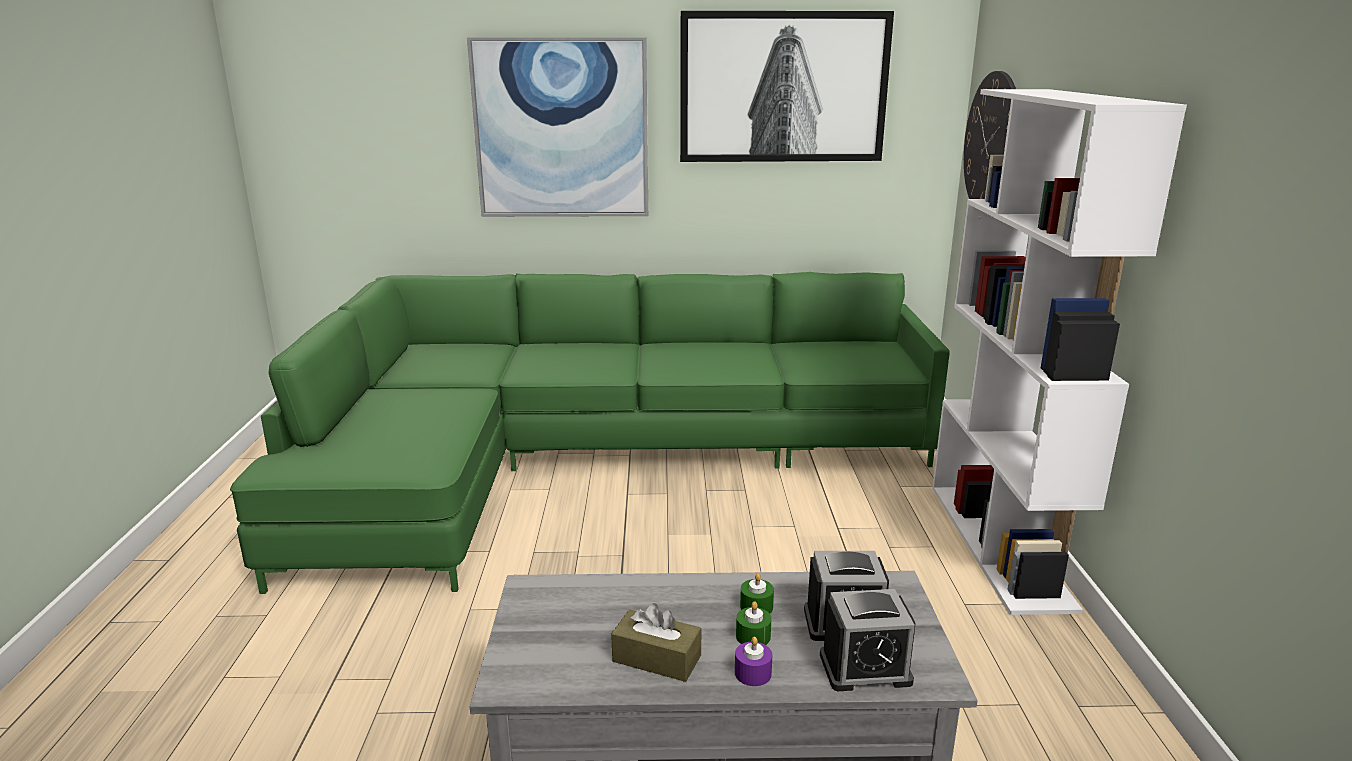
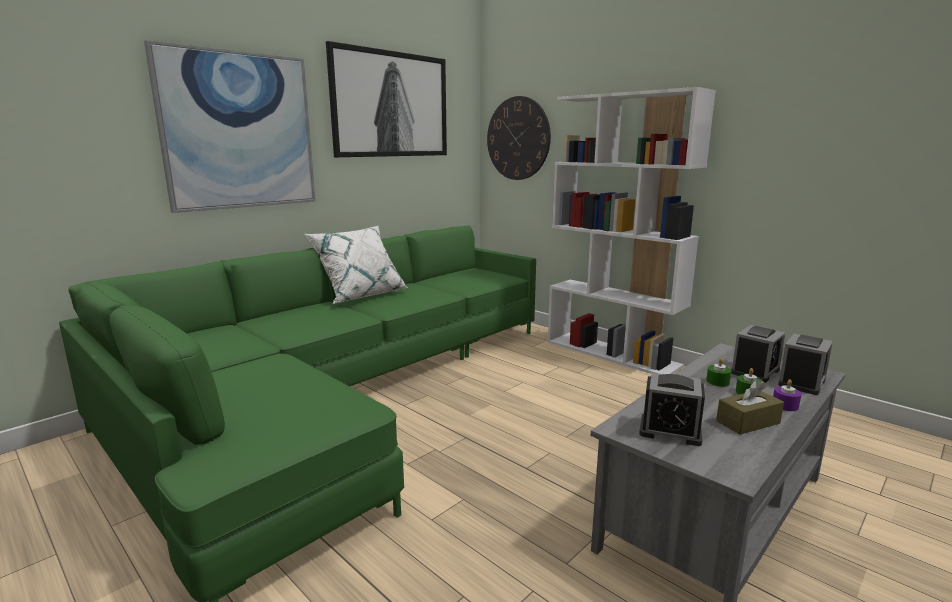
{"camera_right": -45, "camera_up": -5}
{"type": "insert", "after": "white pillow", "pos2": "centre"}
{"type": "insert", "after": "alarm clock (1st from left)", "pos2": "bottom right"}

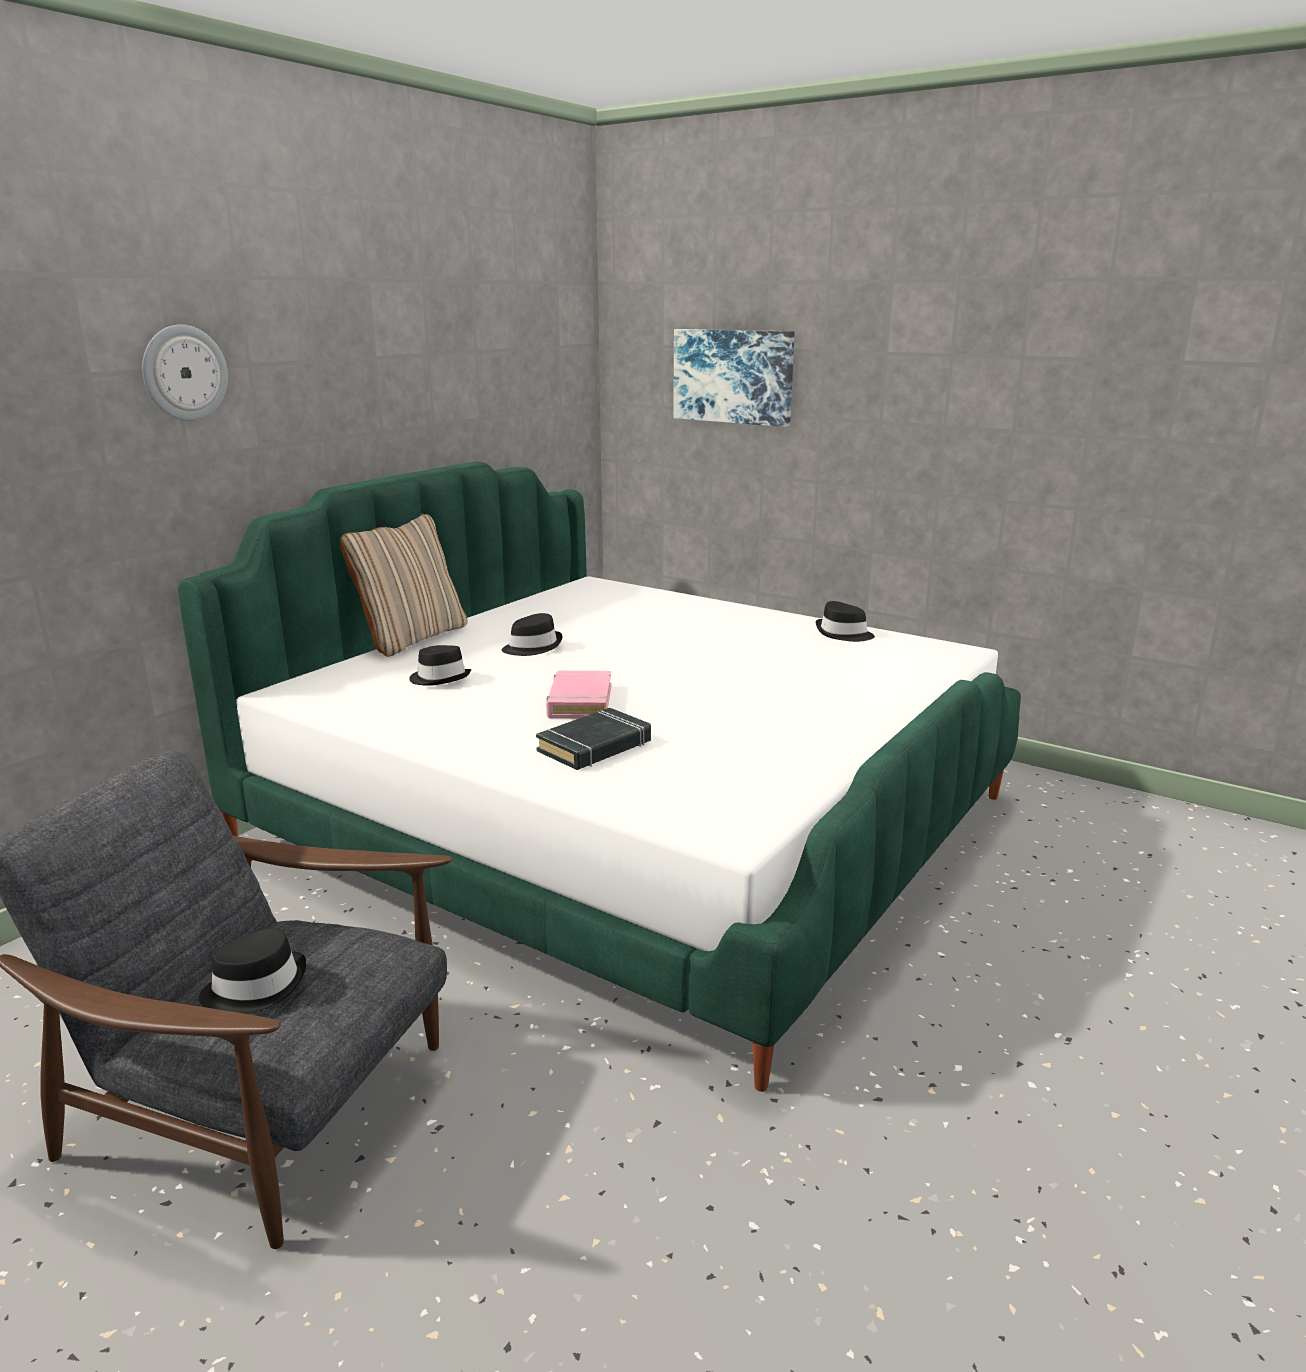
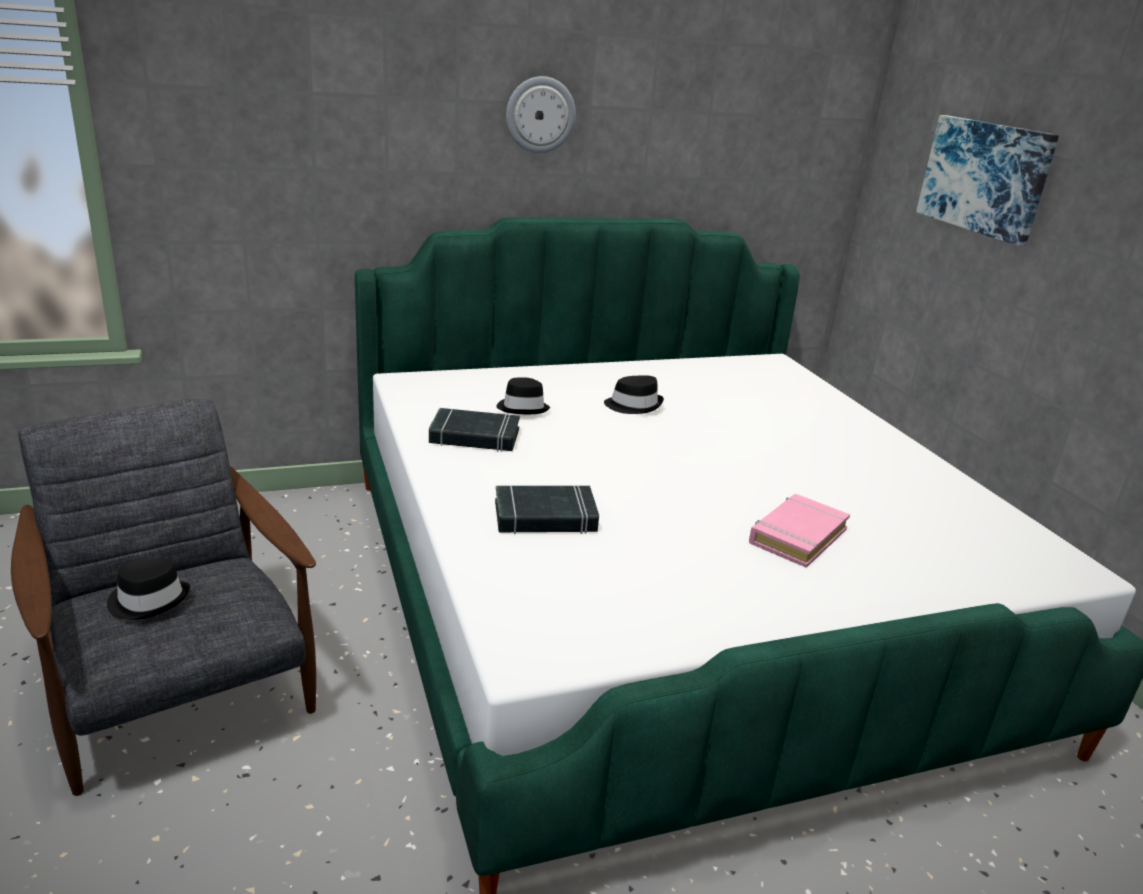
{"camera_right": 35, "camera_up": 5}
{"type": "insert", "after": "black book (1st from left)", "pos2": "centre"}
{"type": "move", "before": "wall clock", "pos1": "top left", "pos2": "top centre"}
{"type": "move", "before": "pink book", "pos1": "centre", "pos2": "middle right"}
{"type": "delete", "before": "beige pillow", "pos1": "middle left"}
{"type": "delete", "before": "black hat (4th from left)", "pos1": "centre"}

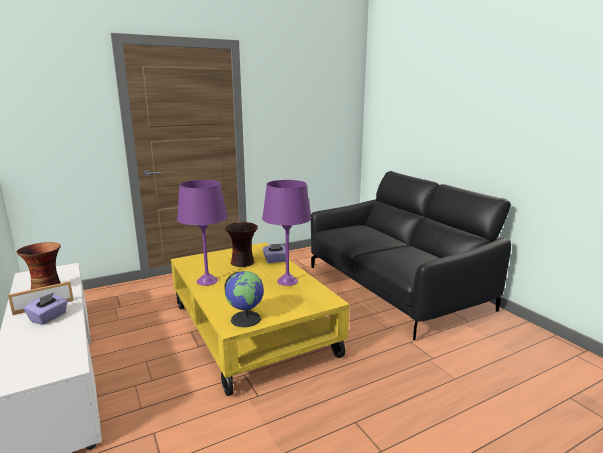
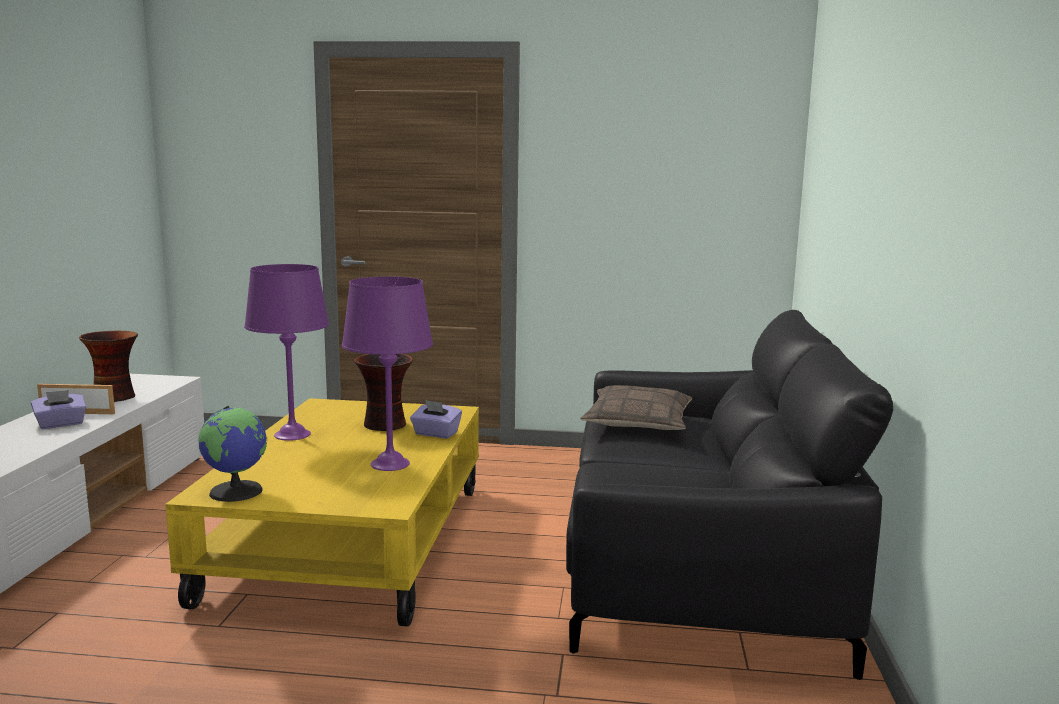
{"camera_right": 35, "camera_up": -5}
{"type": "insert", "after": "pillow", "pos2": "centre"}

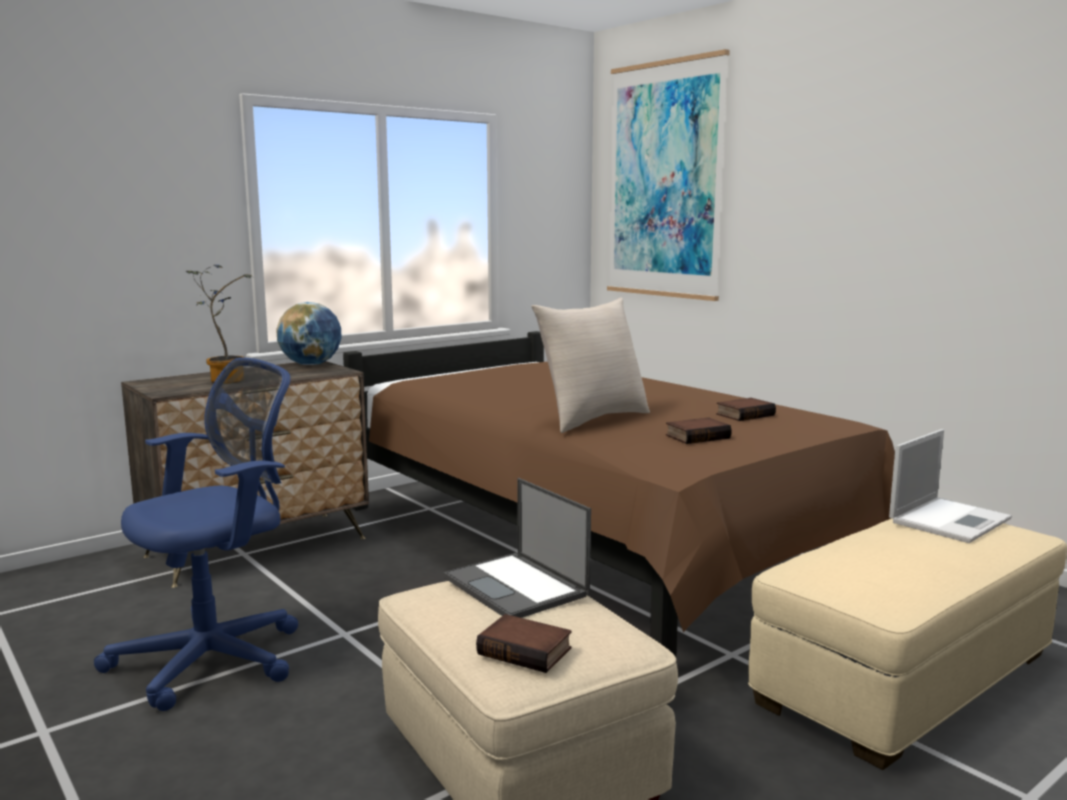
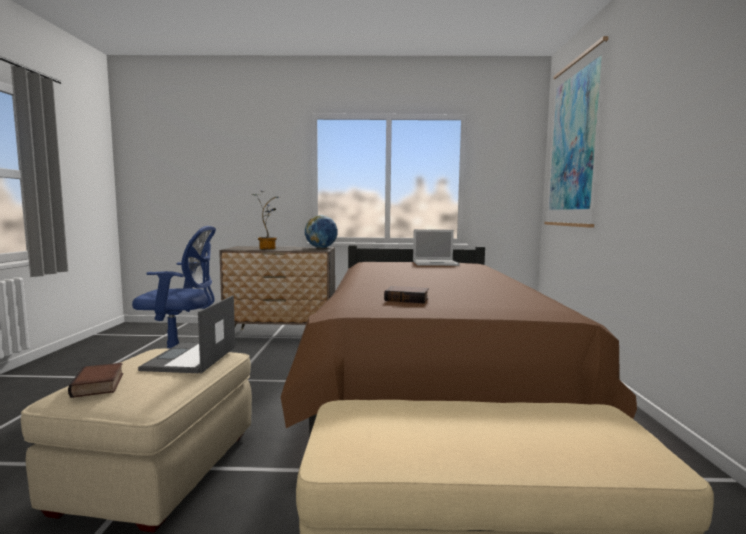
{"camera_right": 40, "camera_up": -5}
{"type": "move", "before": "laptop (2nd from left)", "pos1": "middle right", "pos2": "centre"}
{"type": "delete", "before": "beige pillow", "pos1": "centre"}
{"type": "delete", "before": "book (3rd from left)", "pos1": "middle right"}

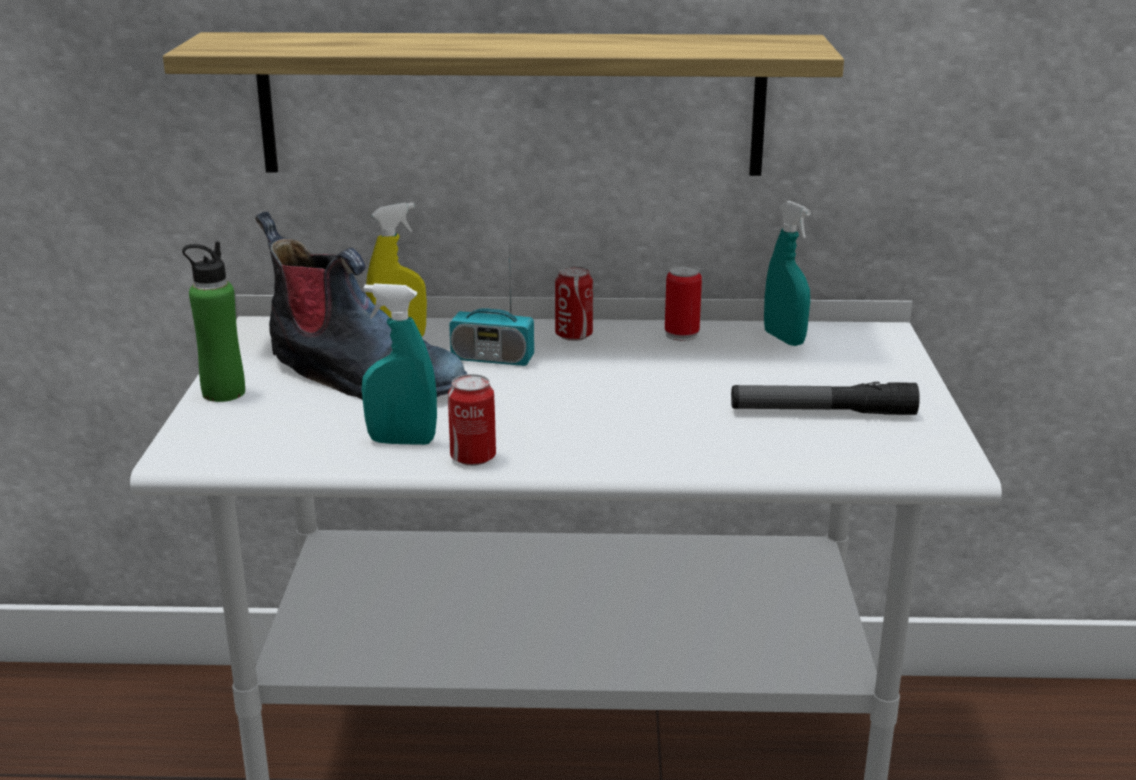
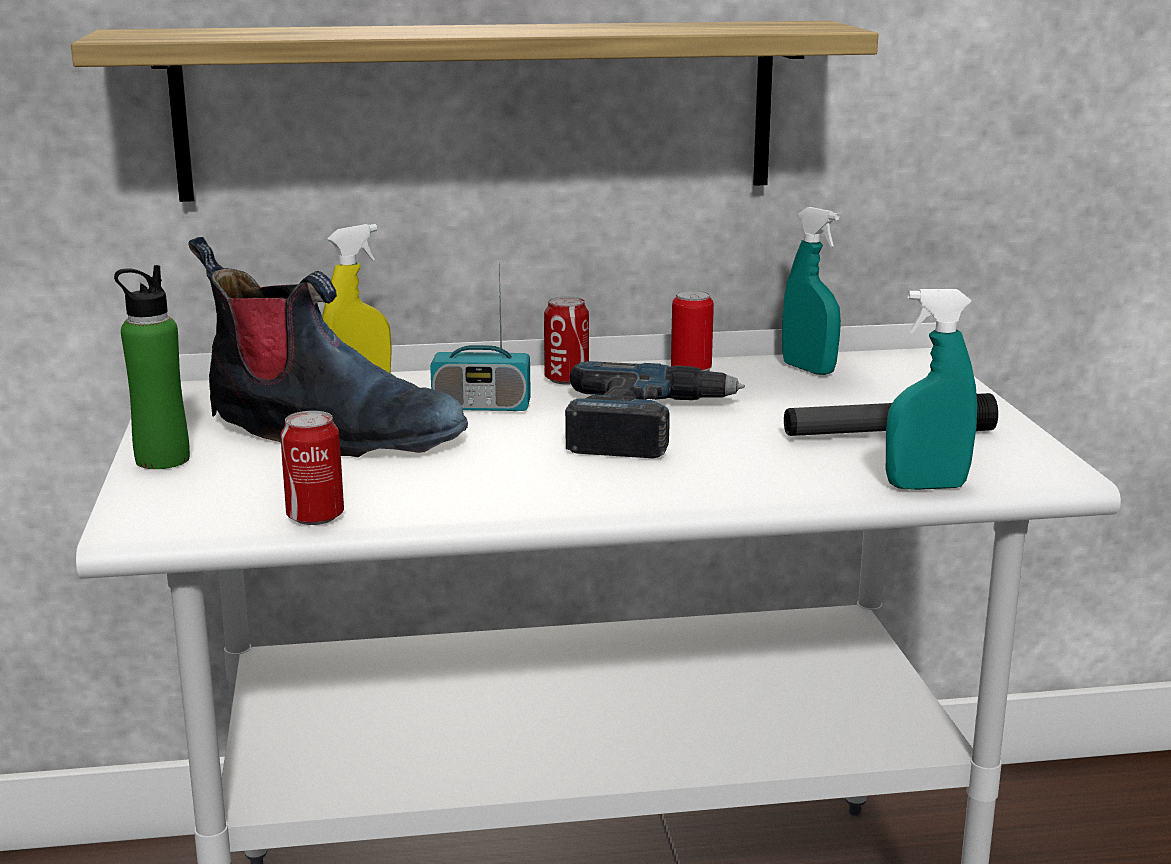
{"camera_right": -10, "camera_up": -5}
{"type": "move", "before": "can (1st from left)", "pos1": "centre", "pos2": "middle left"}
{"type": "insert", "after": "power drill", "pos2": "centre"}
{"type": "move", "before": "turquoise spray bottle (1st from left in the first image)", "after": "turquoise spray bottle (2nd from left)", "pos1": "centre", "pos2": "middle right"}

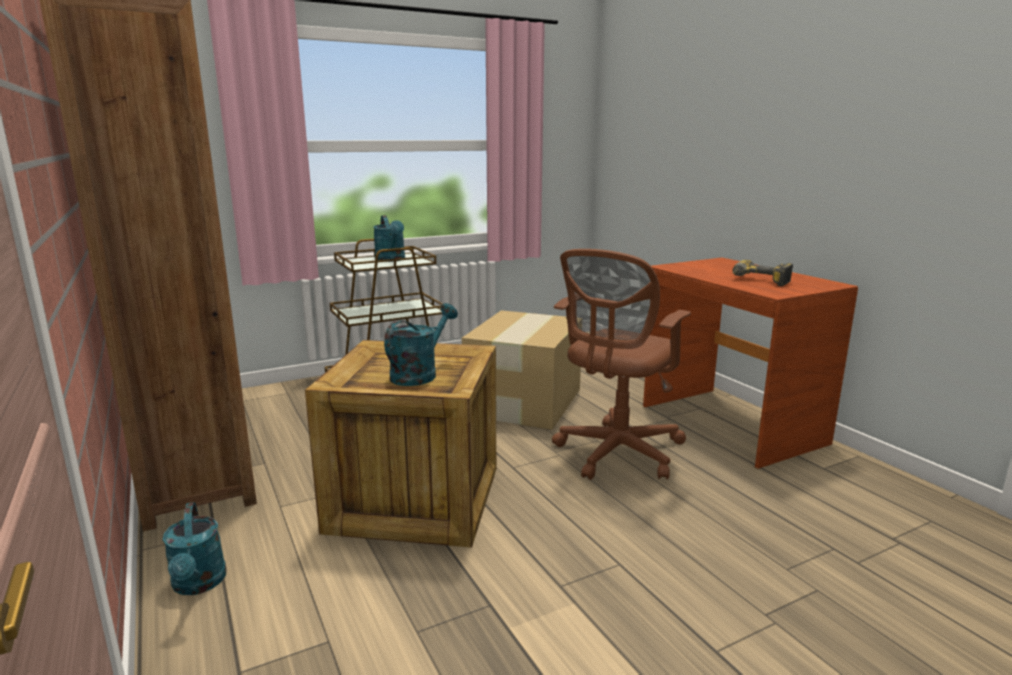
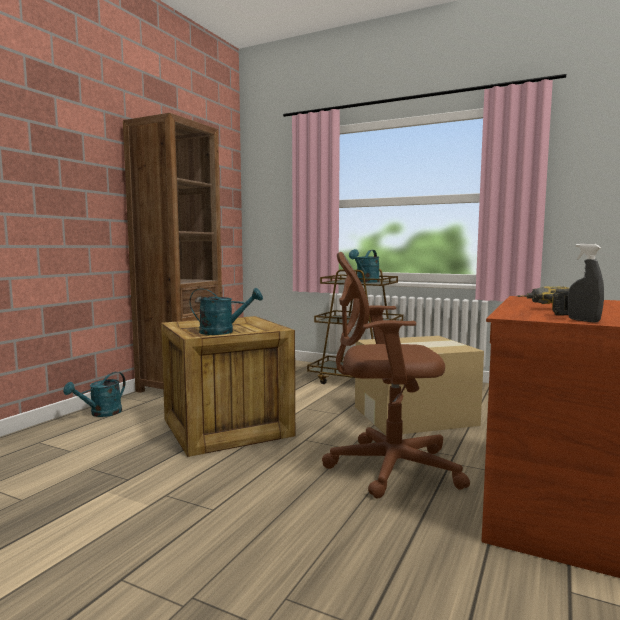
{"camera_right": 55, "camera_up": -10}
{"type": "insert", "after": "grey spray bottle", "pos2": "middle right"}

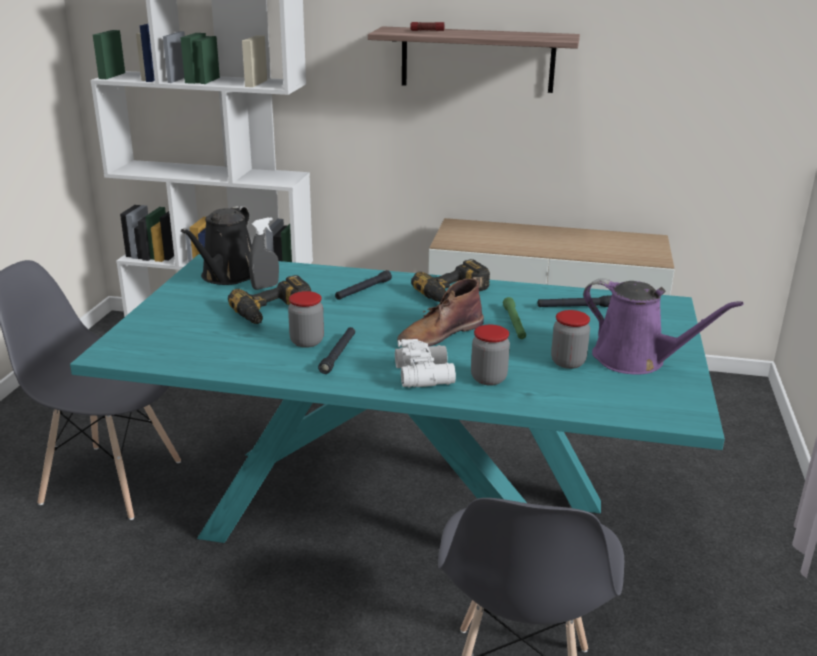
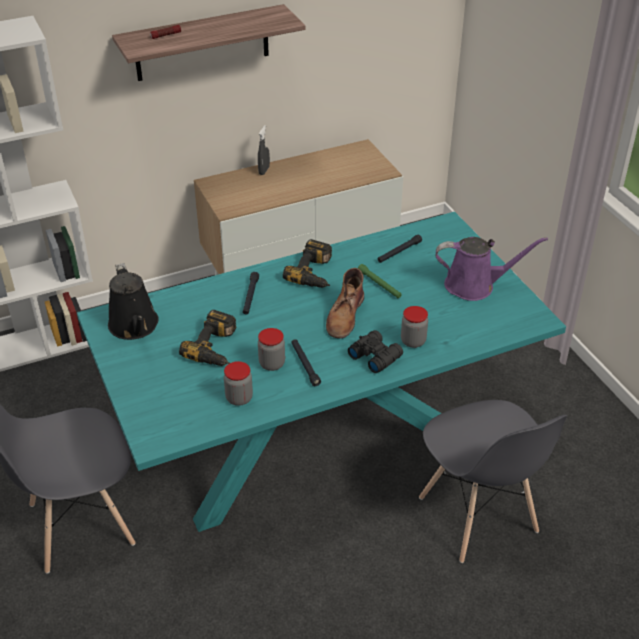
{"camera_right": -35, "camera_up": 15}
{"type": "move", "before": "jar (3rd from left in the first image)", "after": "jar (1st from left)", "pos1": "middle right", "pos2": "centre"}
{"type": "move", "before": "grey spray bottle", "pos1": "middle left", "pos2": "top centre"}
{"type": "recolor", "before": "white binoculars", "after": "black binoculars", "pos1": "centre", "pos2": "centre"}

